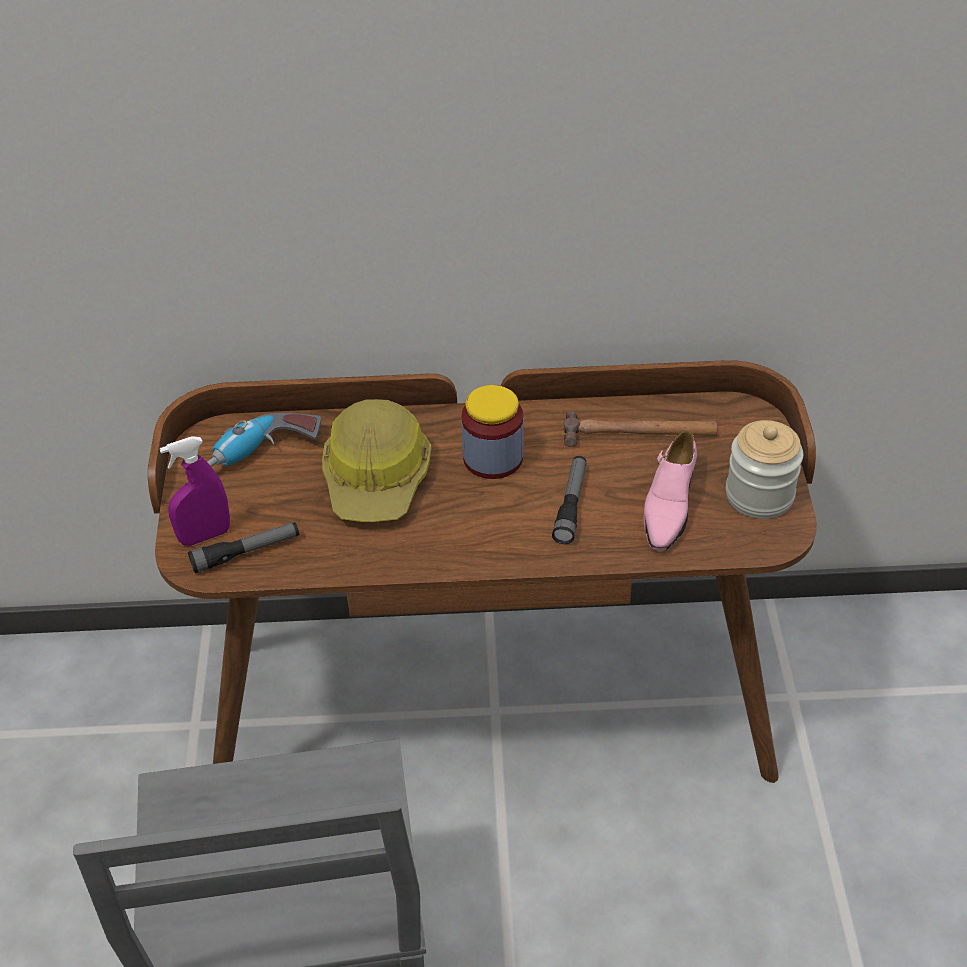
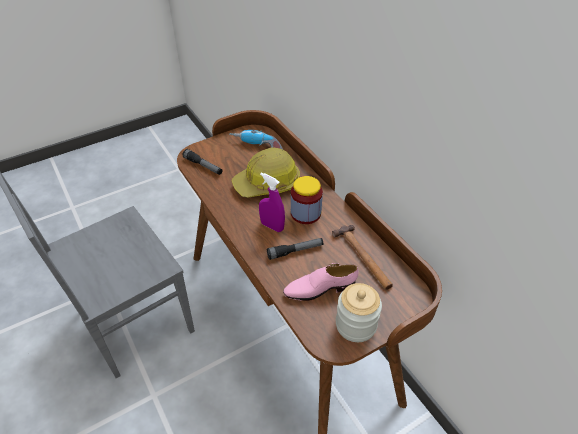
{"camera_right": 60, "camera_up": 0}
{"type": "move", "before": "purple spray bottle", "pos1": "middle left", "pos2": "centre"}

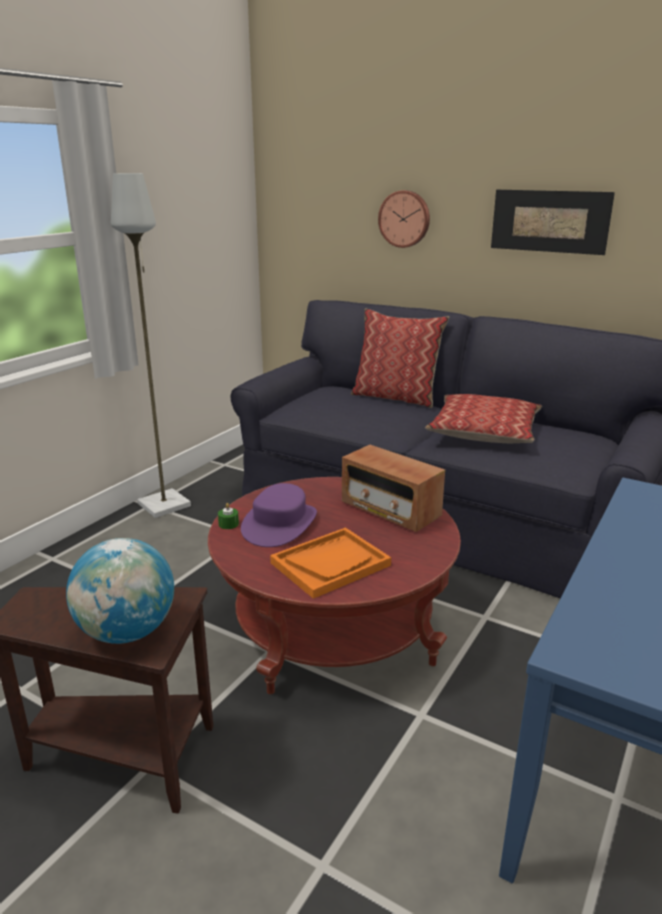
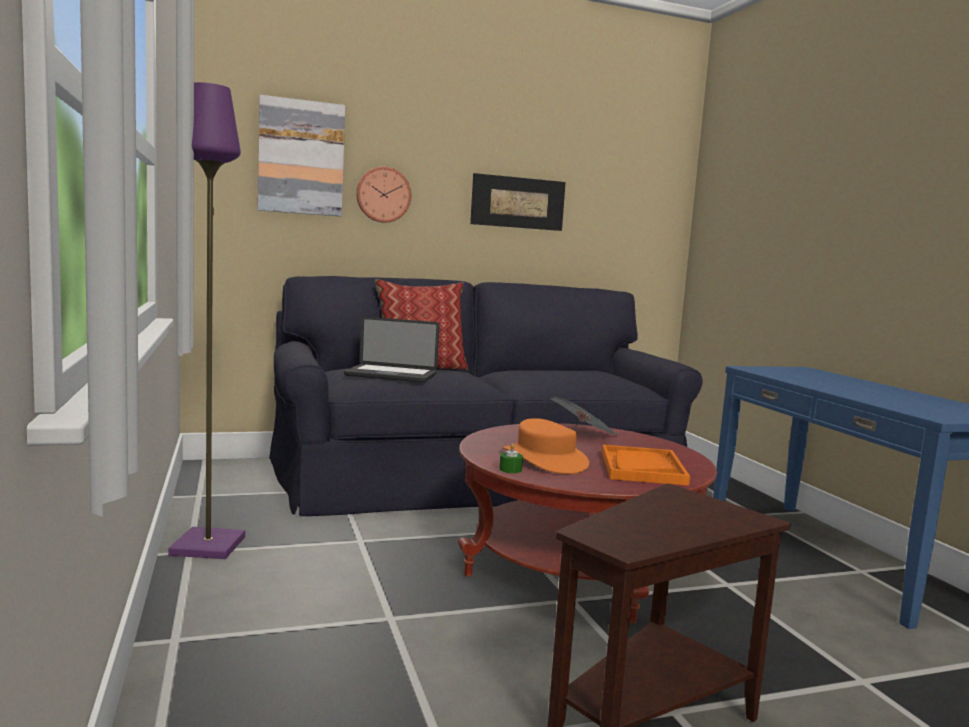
{"camera_right": -50, "camera_up": -15}
{"type": "recolor", "before": "grey floor lamp", "after": "purple floor lamp", "pos1": "middle left", "pos2": "middle left"}
{"type": "insert", "after": "picture (1st from left)", "pos2": "top left"}
{"type": "insert", "after": "laptop", "pos2": "centre"}
{"type": "recolor", "before": "purple hat", "after": "orange hat", "pos1": "centre", "pos2": "centre"}
{"type": "replace", "before": "radio", "after": "newspaper", "pos1": "centre", "pos2": "centre"}
{"type": "delete", "before": "globe", "pos1": "middle left"}
{"type": "delete", "before": "pillow (2nd from left)", "pos1": "middle right"}

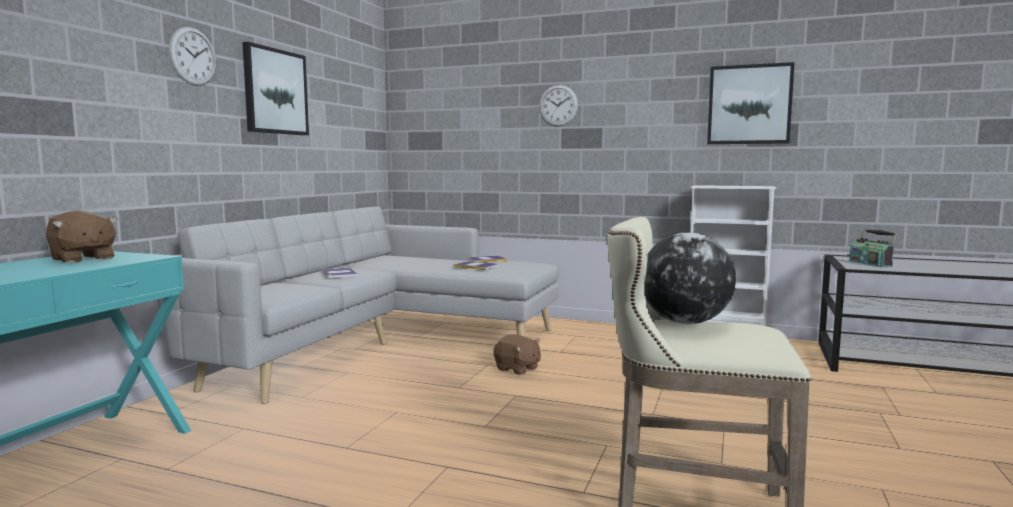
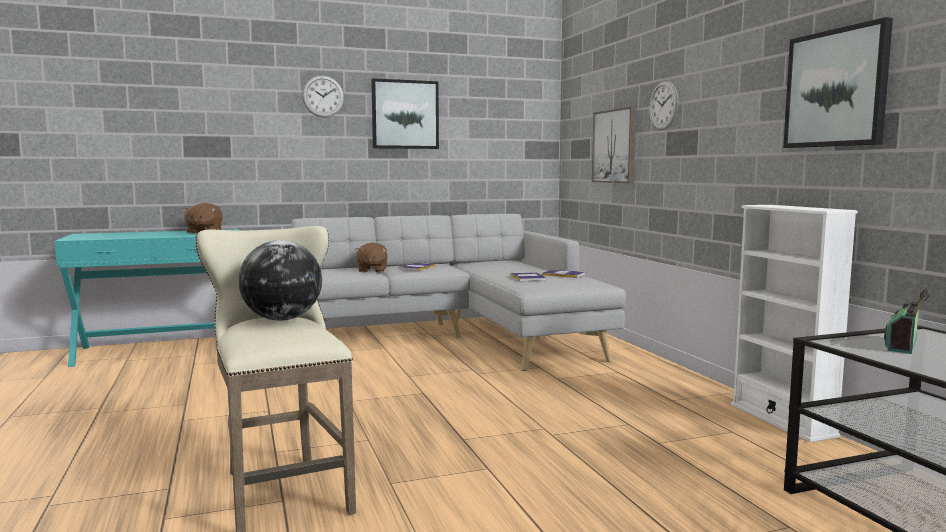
{"camera_right": 50, "camera_up": 0}
{"type": "move", "before": "brown plush toy (2nd from left)", "pos1": "bottom centre", "pos2": "centre"}
{"type": "insert", "after": "picture (2nd from left)", "pos2": "top centre"}

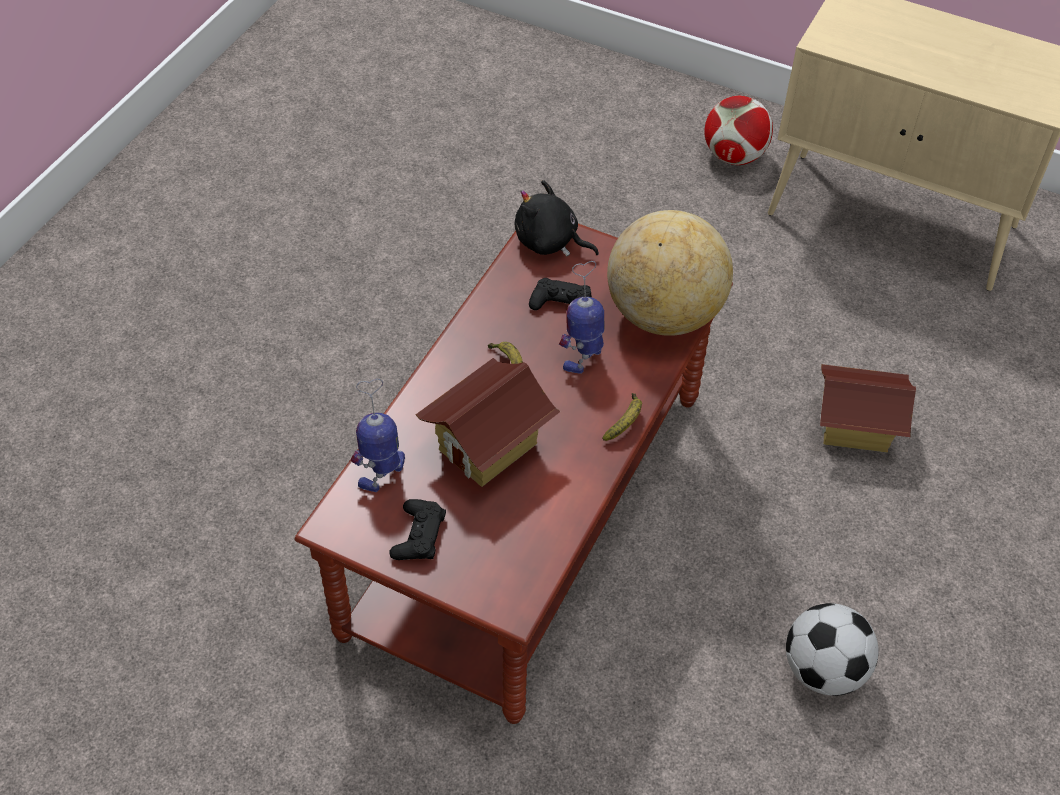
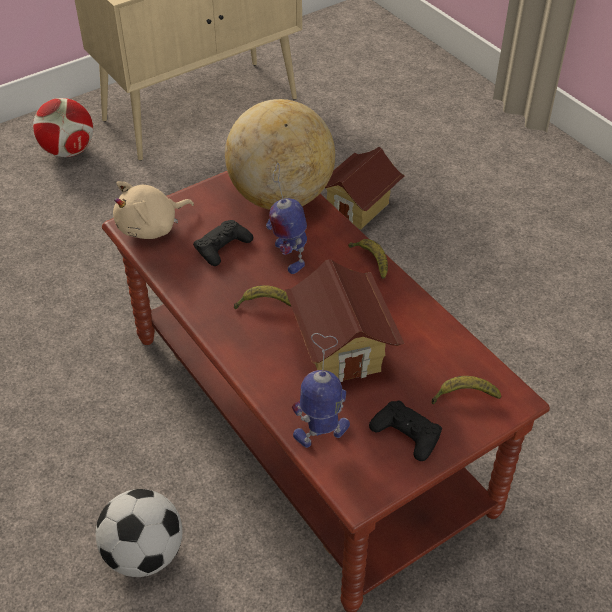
{"camera_right": -60, "camera_up": -5}
{"type": "move", "before": "football (2nd from left)", "pos1": "bottom right", "pos2": "bottom left"}
{"type": "recolor", "before": "black plush toy", "after": "beige plush toy", "pos1": "top centre", "pos2": "middle left"}
{"type": "rotate", "before": "toy robot (1st from left in the first image)", "pos1": "centre", "pos2": "centre", "turn": 90}
{"type": "insert", "after": "banana (3rd from left)", "pos2": "middle right"}

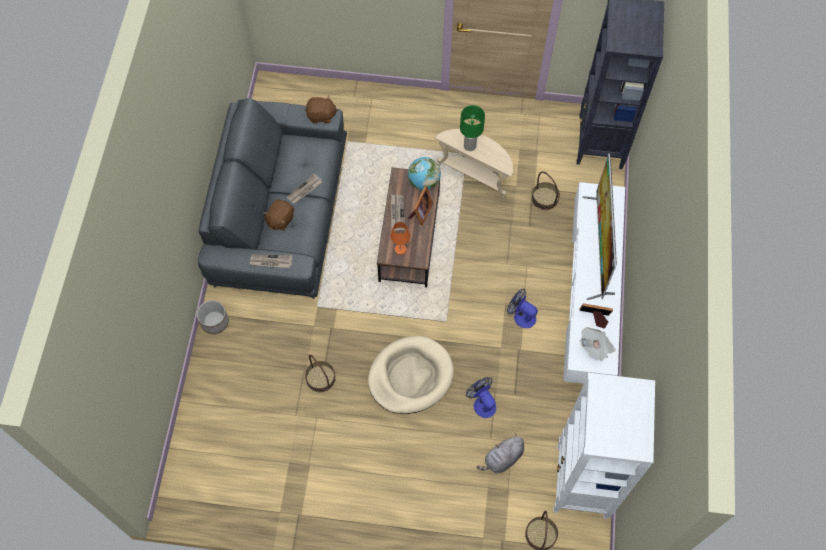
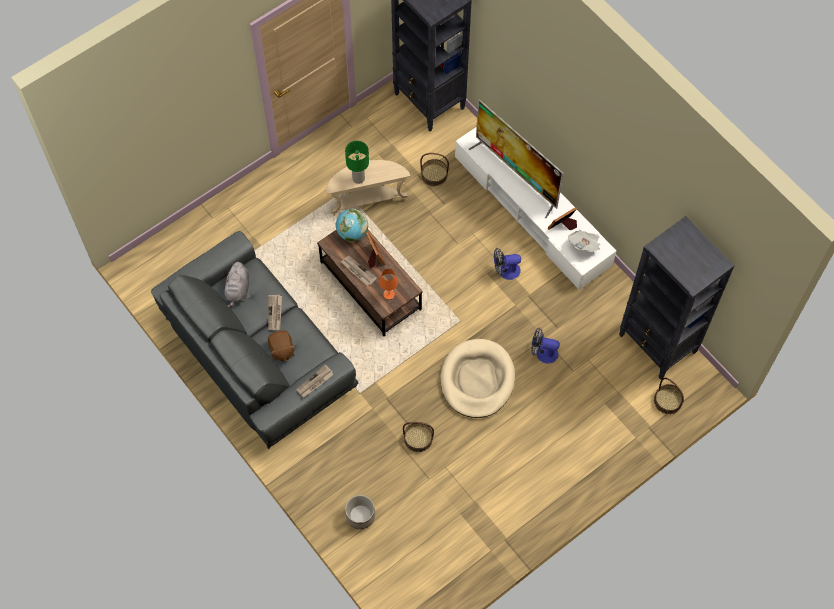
{"camera_right": -45, "camera_up": 0}
{"type": "move", "before": "grey plush toy", "pos1": "bottom centre", "pos2": "middle left"}
{"type": "move", "before": "planter", "pos1": "middle left", "pos2": "bottom centre"}
{"type": "recolor", "before": "white bookcase", "after": "black bookcase (2nd from left)", "pos1": "bottom right", "pos2": "middle right"}
{"type": "delete", "before": "brown plush toy (2nd from left)", "pos1": "top centre"}

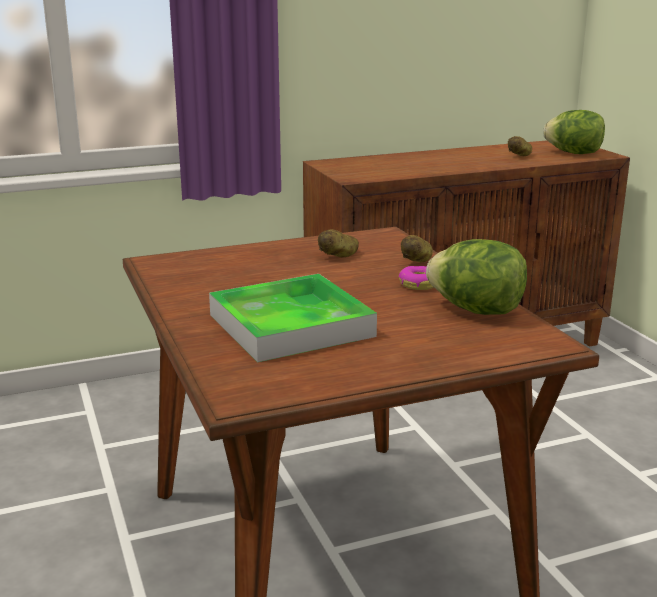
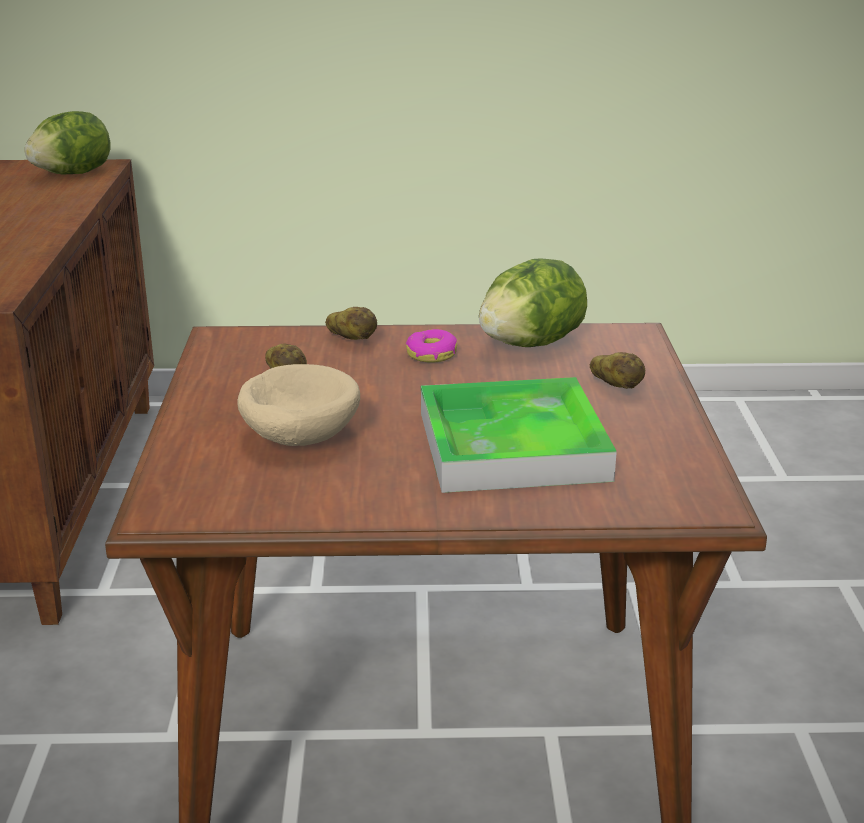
{"camera_right": -70, "camera_up": 5}
{"type": "insert", "after": "beige bowl", "pos2": "centre"}
{"type": "move", "before": "potato (3rd from left)", "pos1": "top right", "pos2": "middle right"}

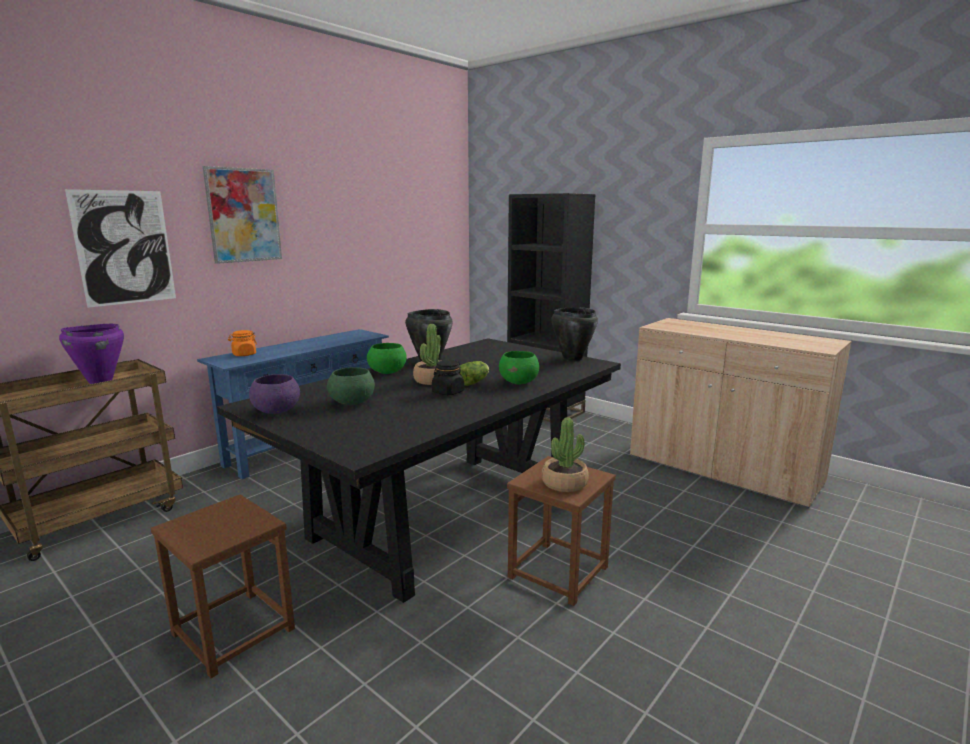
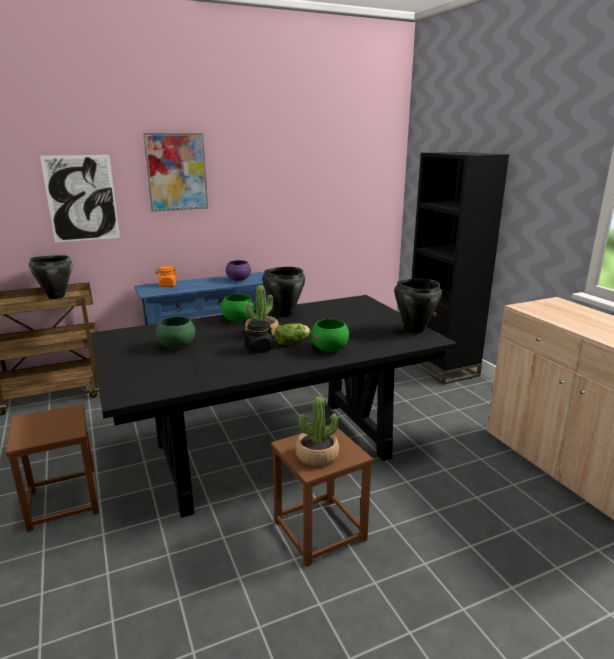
{"camera_right": 25, "camera_up": 5}
{"type": "recolor", "before": "purple cooking pot", "after": "black cooking pot (1st from left)", "pos1": "middle left", "pos2": "middle left"}
{"type": "move", "before": "purple bowl", "pos1": "middle left", "pos2": "centre"}

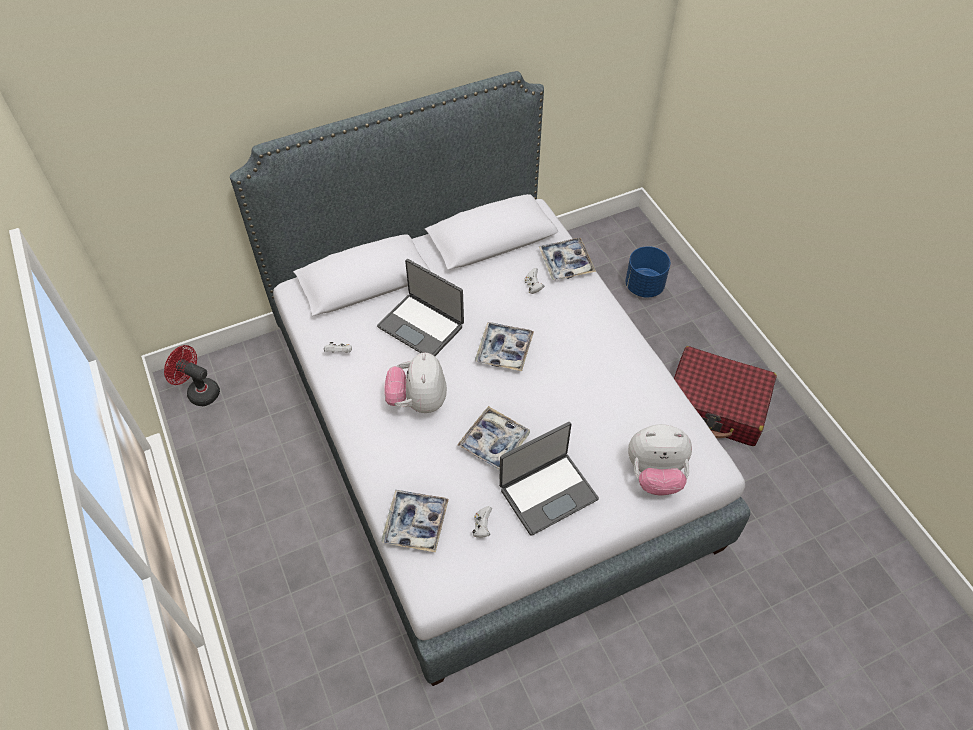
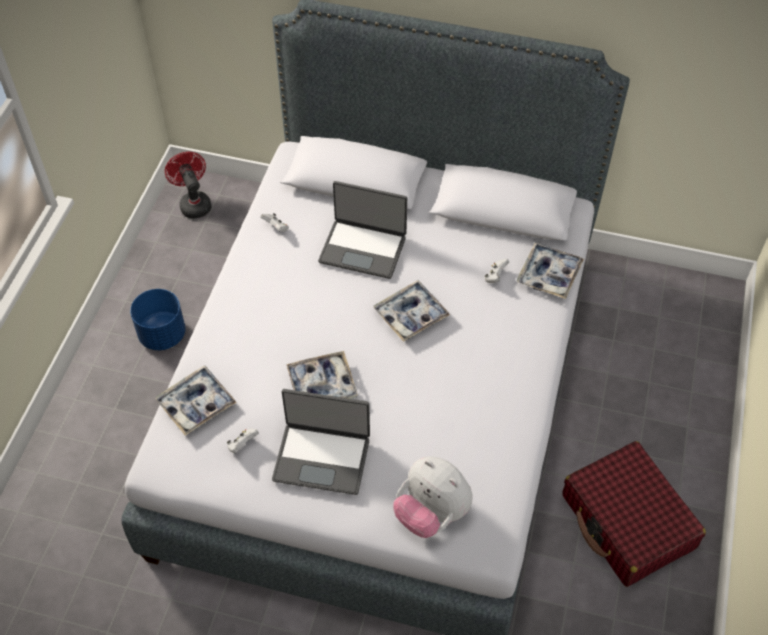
{"camera_right": 40, "camera_up": 0}
{"type": "move", "before": "blue planter", "pos1": "centre", "pos2": "middle left"}
{"type": "rotate", "before": "laptop (1st from left in the first image)", "pos1": "centre", "pos2": "centre", "turn": -60}
{"type": "delete", "before": "plush toy (1st from left)", "pos1": "centre"}

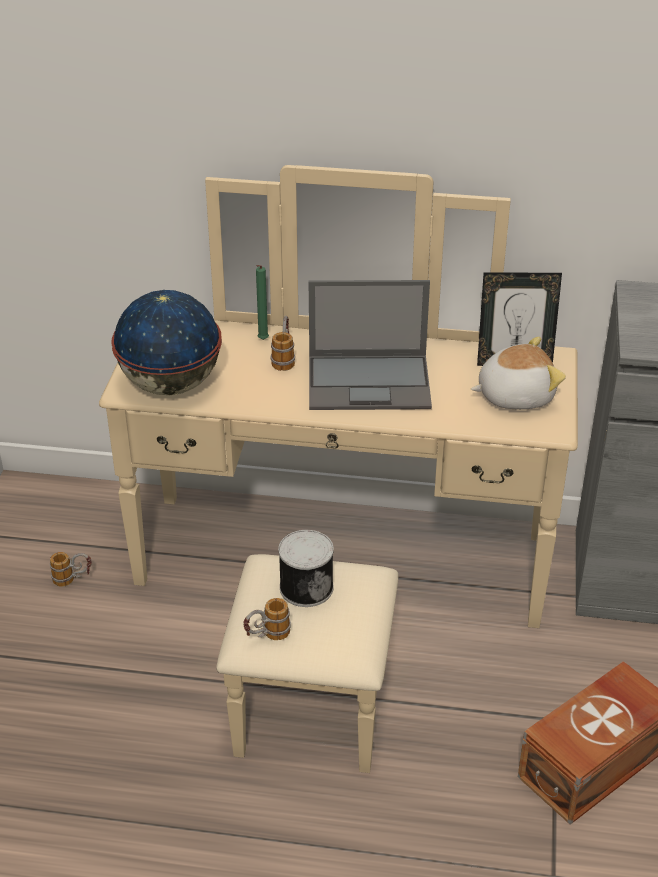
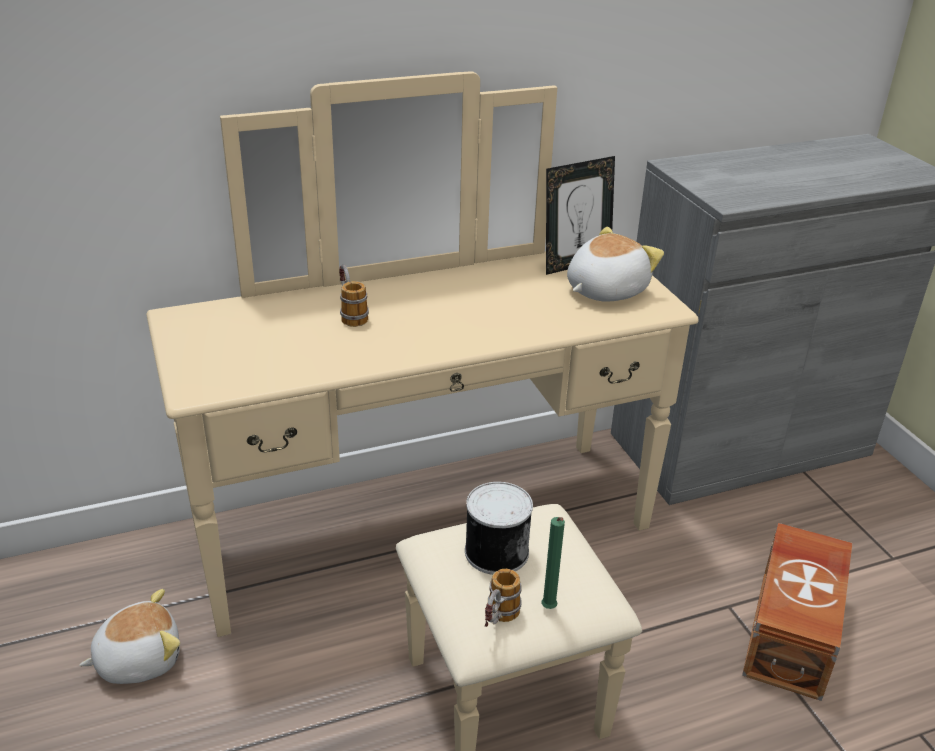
{"camera_right": -30, "camera_up": -5}
{"type": "replace", "before": "mug (1st from left)", "after": "plush toy (1st from left)", "pos1": "middle left", "pos2": "bottom left"}
{"type": "move", "before": "green candle", "pos1": "centre", "pos2": "bottom centre"}
{"type": "delete", "before": "globe", "pos1": "middle left"}
{"type": "delete", "before": "laptop", "pos1": "centre"}

